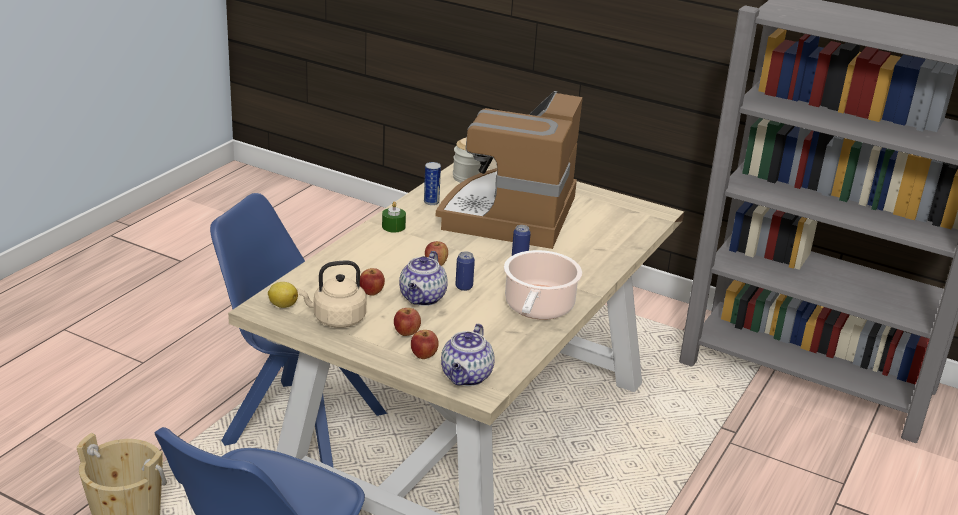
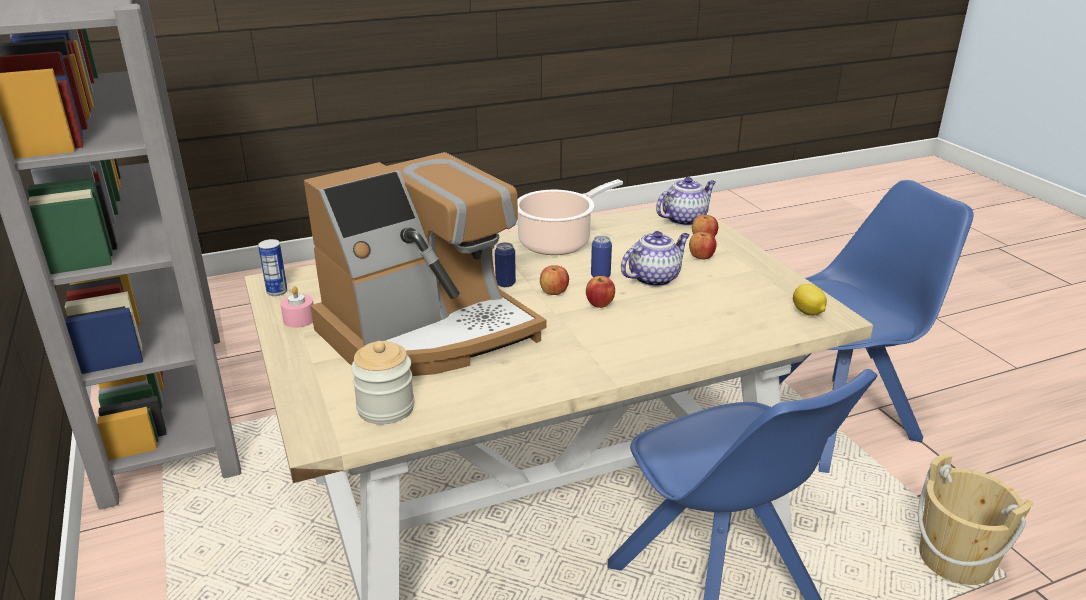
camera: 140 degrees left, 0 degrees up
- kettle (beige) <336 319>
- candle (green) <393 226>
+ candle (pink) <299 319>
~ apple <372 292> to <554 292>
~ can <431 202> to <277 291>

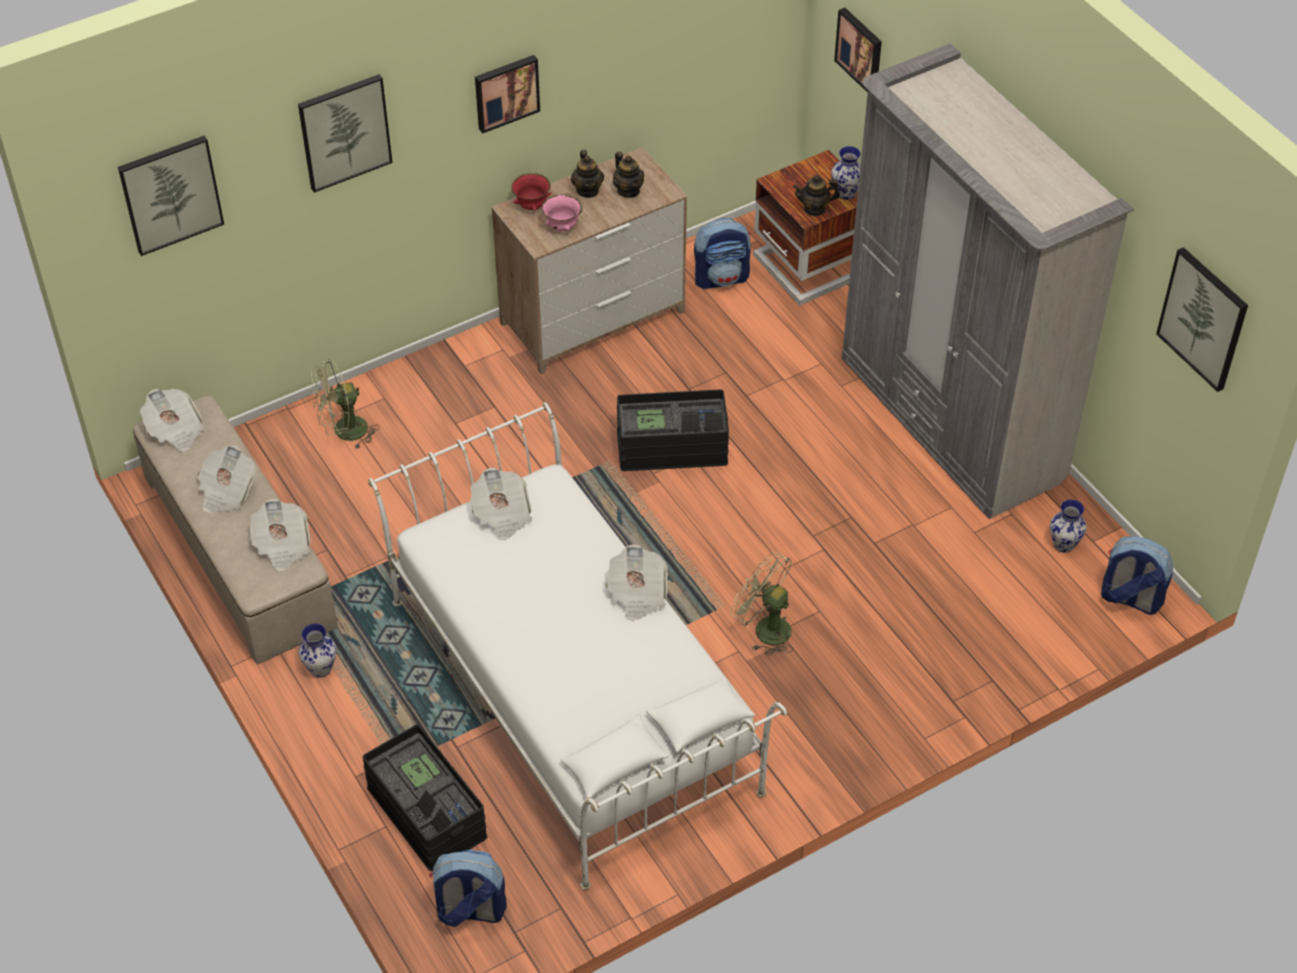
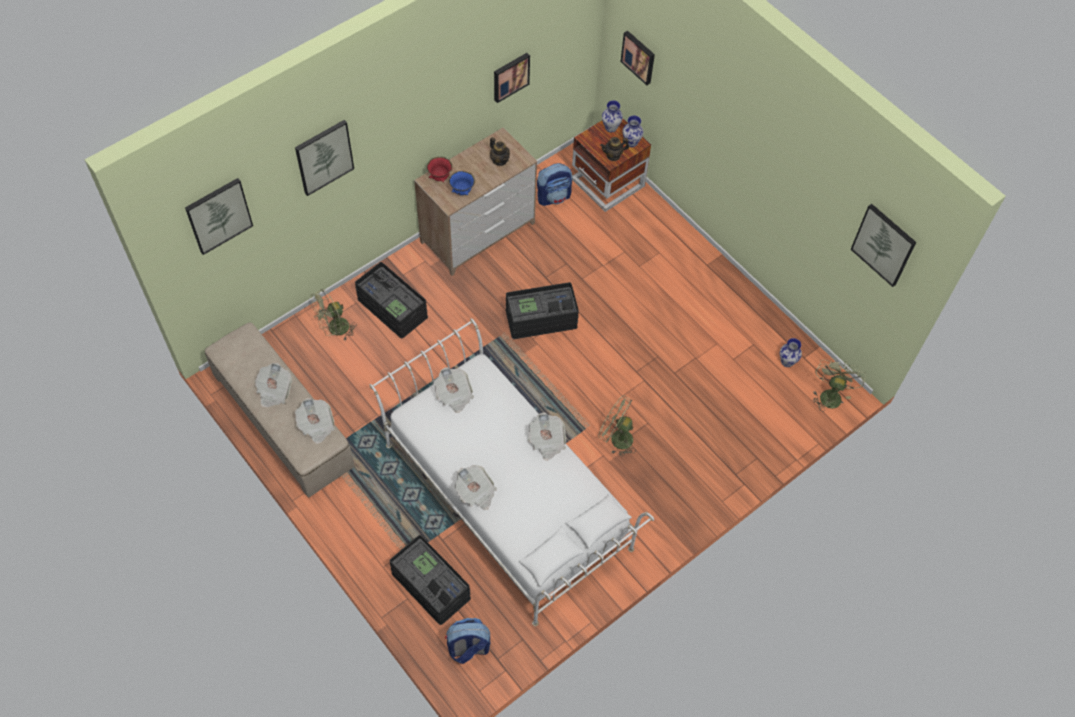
camera: 10 degrees left, 10 degrees up
- teapot <588 190>
- wardrobe (grey) <950 420>
+ storage box (black) <391 308>
~ newspaper <175 430> to <476 492>
~ vase <320 669> to <610 128>
~ picture <506 92> to <510 76>
~ backpack <1129 599> to fan (green) <830 394>
~ bowl (pink) <562 227> to bowl (blue) <462 191>

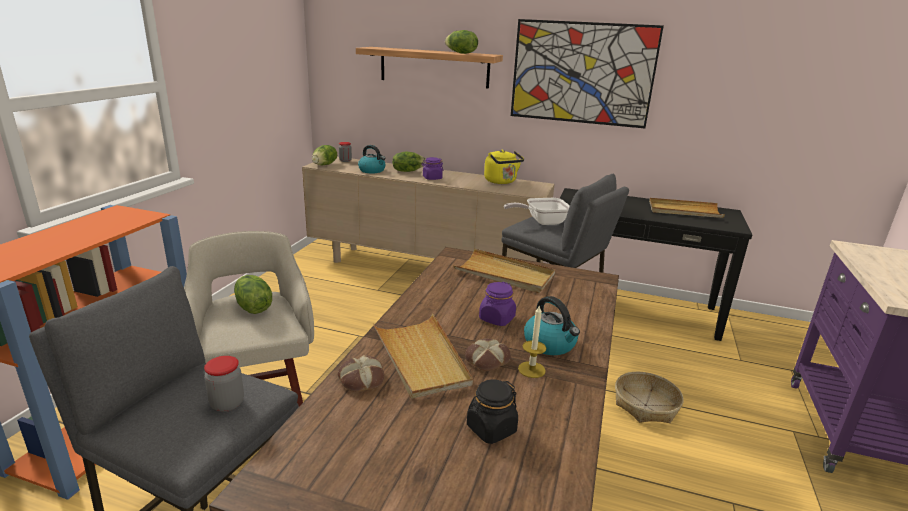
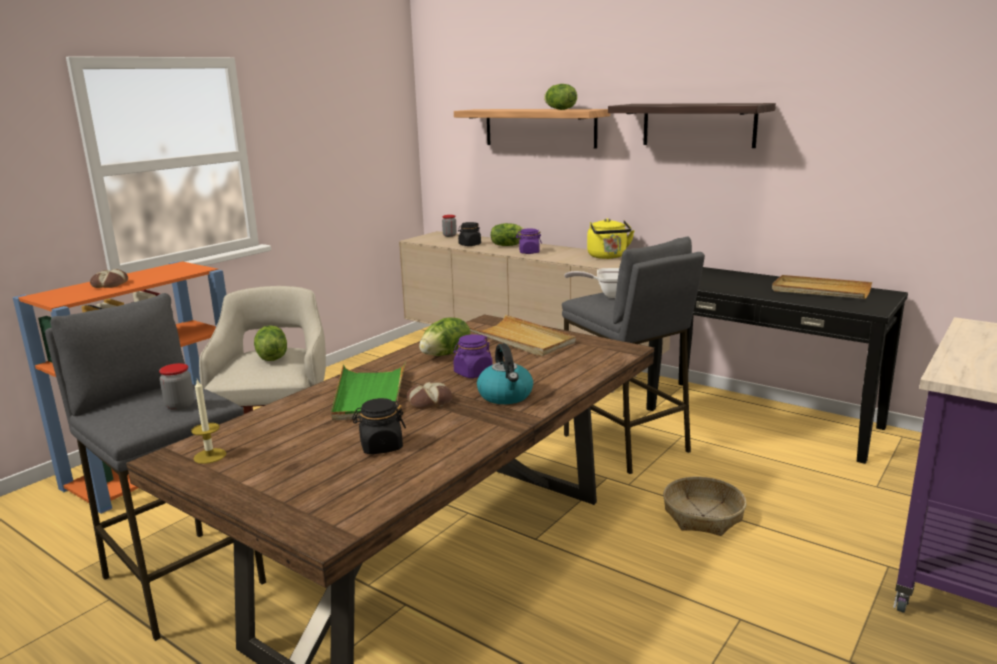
camera: 20 degrees right, 5 degrees down
~ lettuce <325 165> to <446 354>
~ bread <361 379> to <109 284>
~ candle <531 369> to <210 456>
~ kettle <372 170> to jar (black) <469 245>
~ picture <582 73> to shelf <698 125>
~ tray (beige) <421 358> to tray (green) <369 395>

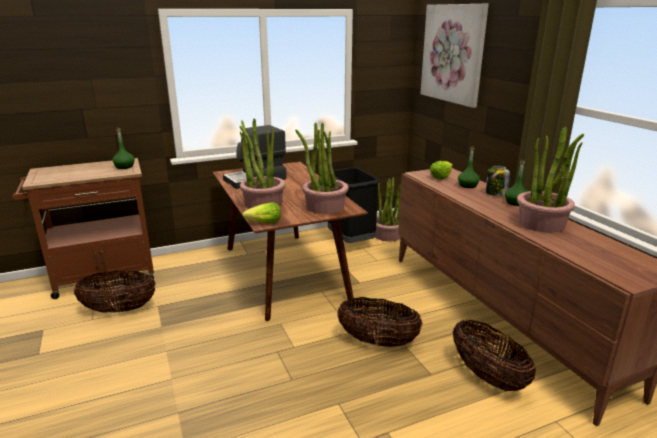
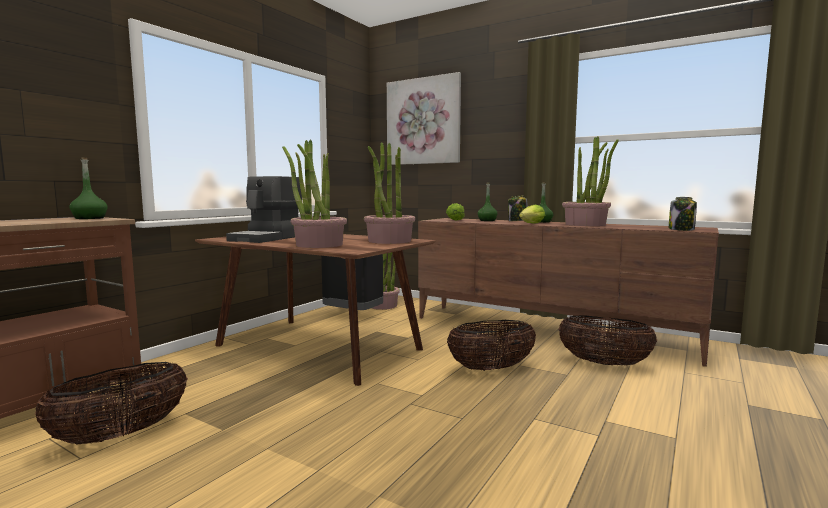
camera: 35 degrees left, 15 degrees down
+ jar <681 229>
~ lettuce <264 223> to <531 224>

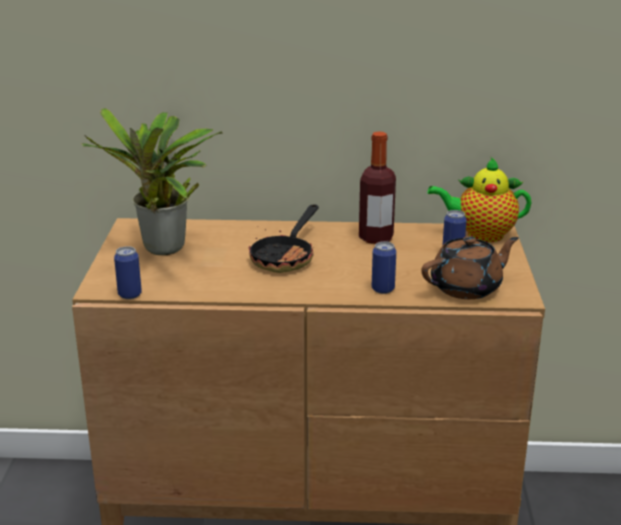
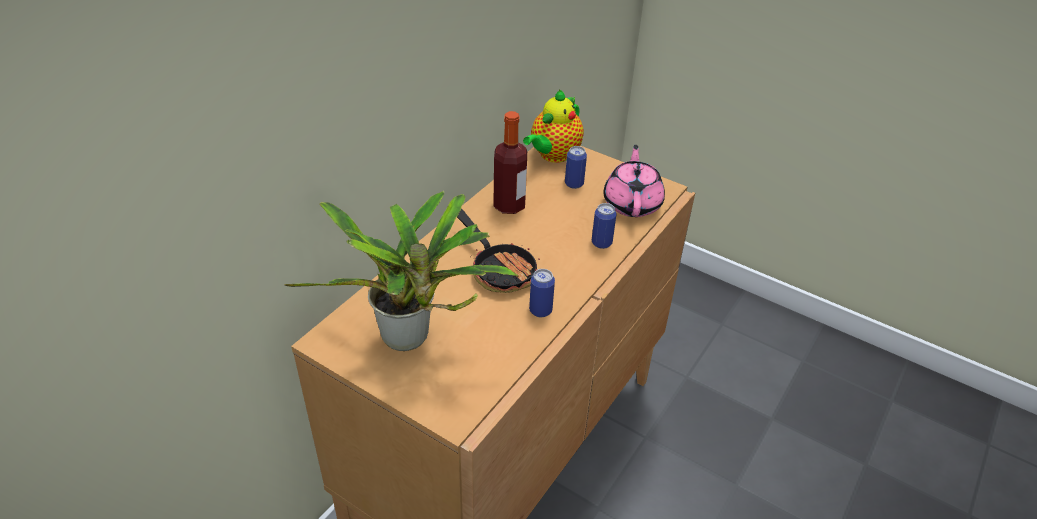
camera: 60 degrees left, 15 degrees up
~ can <130 294> to <540 310>
~ teapot (brown) <467 288> to teapot (pink) <632 203>

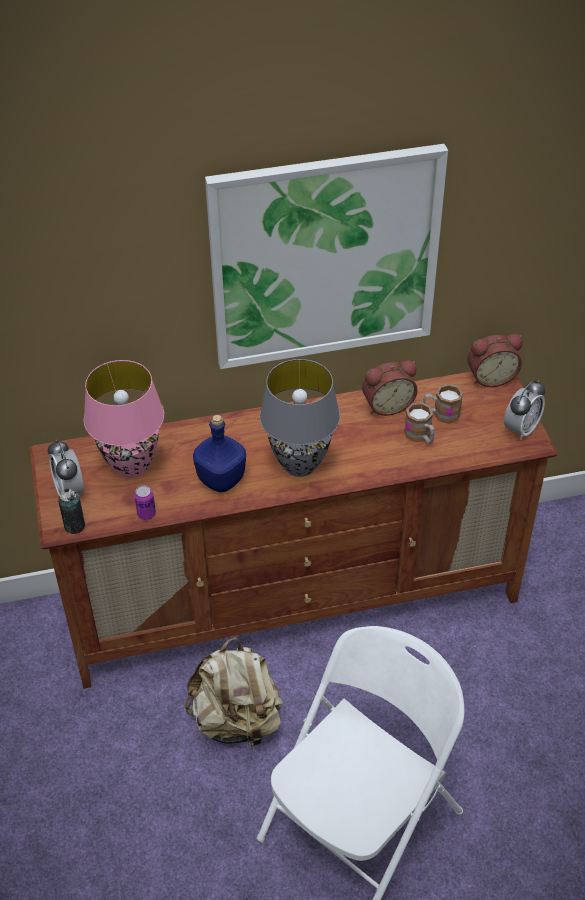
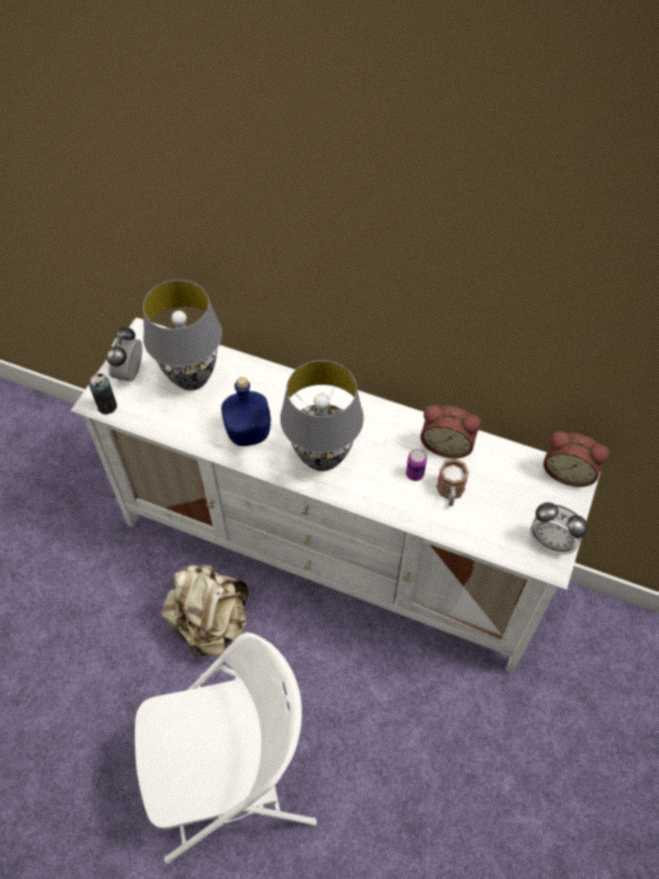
camera: 35 degrees right, 10 degrees up
- picture <325 258>
- mug <441 414>
~ can <146 514> to <414 474>
~ dresser (brown) <294 601> to dresser (white) <330 552>
~ table lamp (pink) <130 466> to table lamp (grey) <191 378>
~ alarm clock <521 429> = <551 542> 45 degrees clockwise

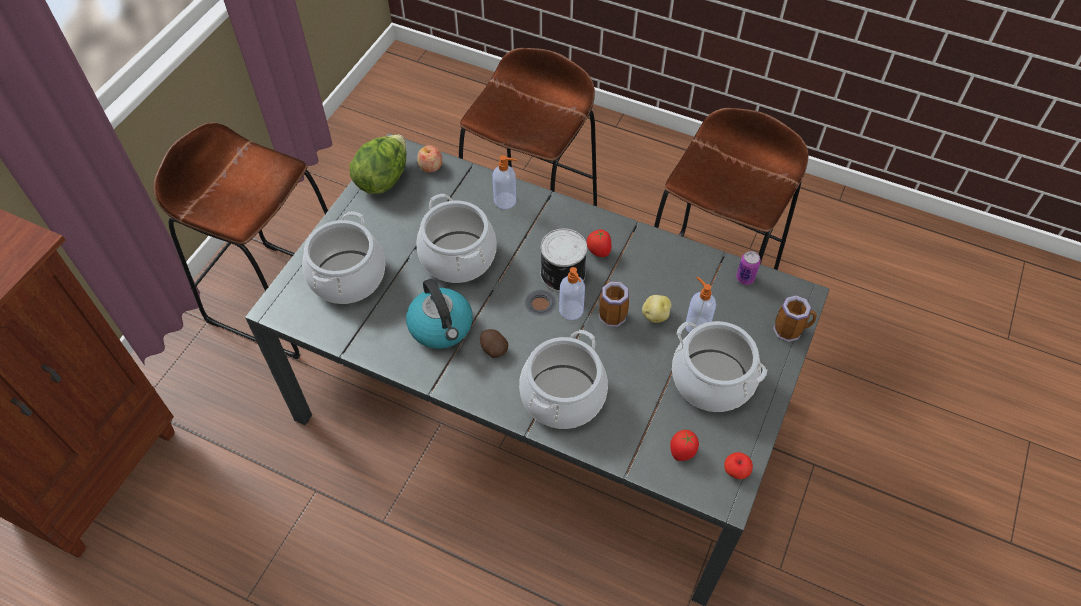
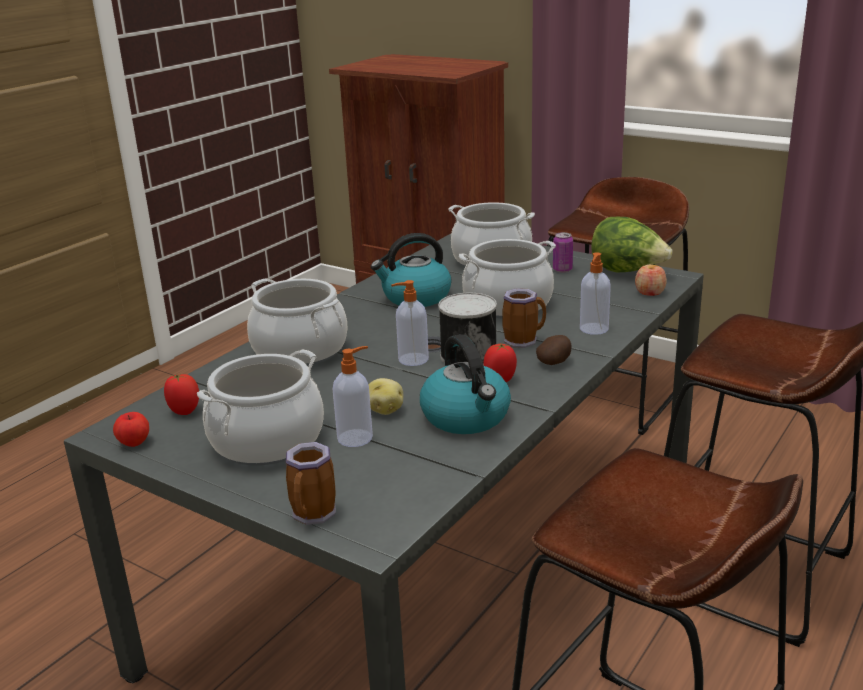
camera: 100 degrees right, 30 degrees down
+ kettle <467 417>
~ potato <493 348> to <555 362>
~ mug <610 314> to <523 340>
~ can <745 278> to <562 270>

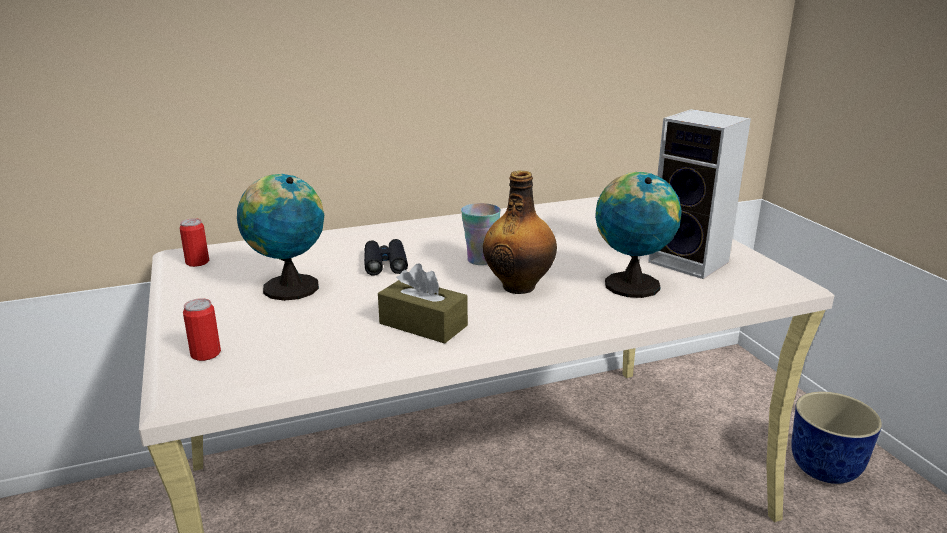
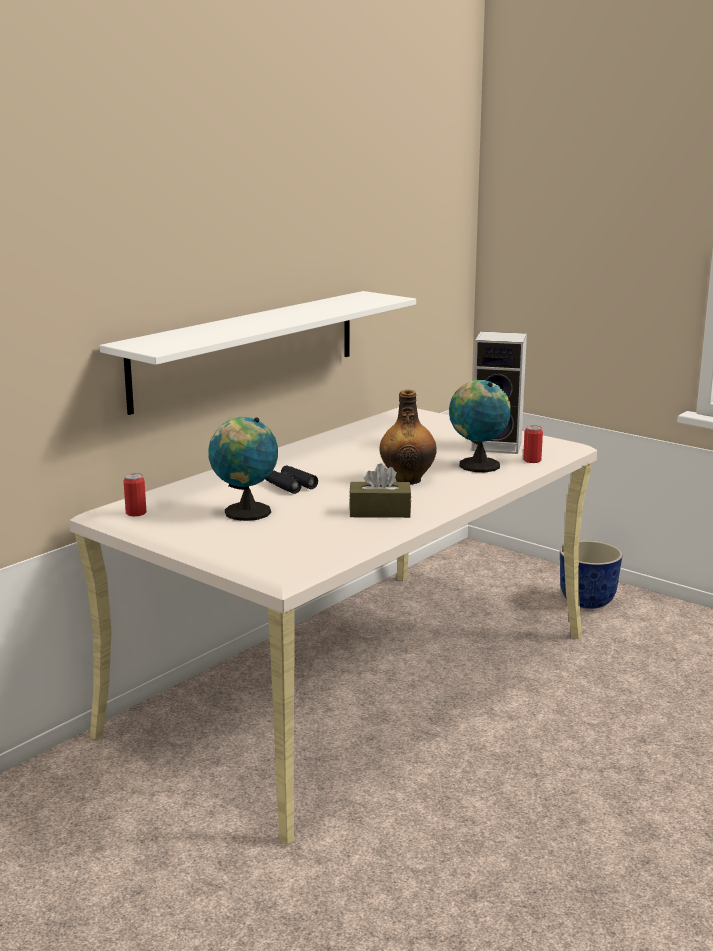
camera: 30 degrees left, 5 degrees down
- cup <480 260>
+ shelf (white) <247 348>
~ can <205 354> to <532 460>

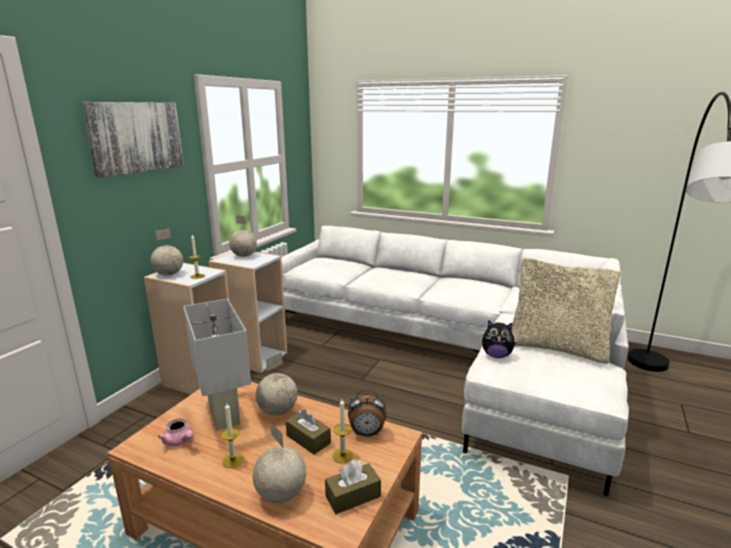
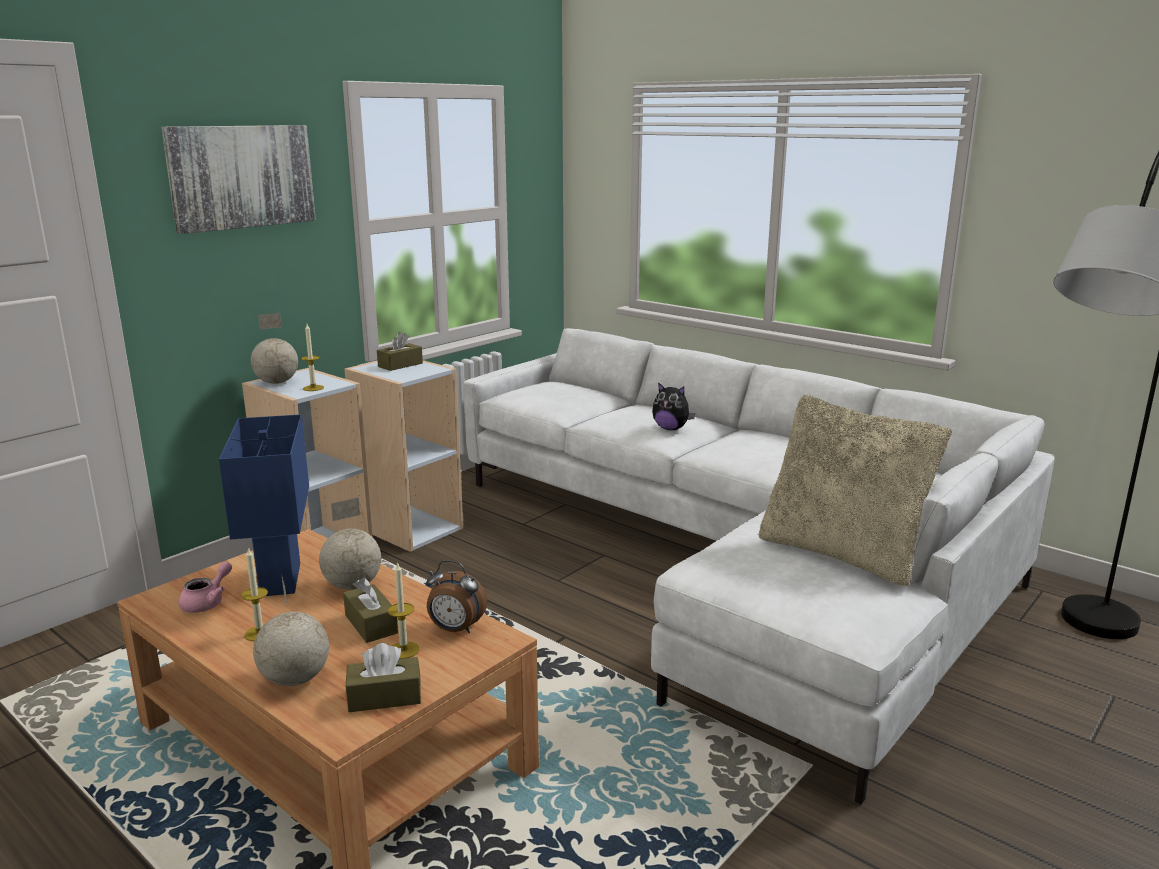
camera: 15 degrees right, 0 degrees up
~ plush toy <496 355> to <671 428>
~ globe <244 256> to tissue box (brown) <400 365>
~ table lamp (white) <224 415> to table lamp (blue) <280 580>
~ teapot (pink) <180 441> = <208 602> 120 degrees counterclockwise

